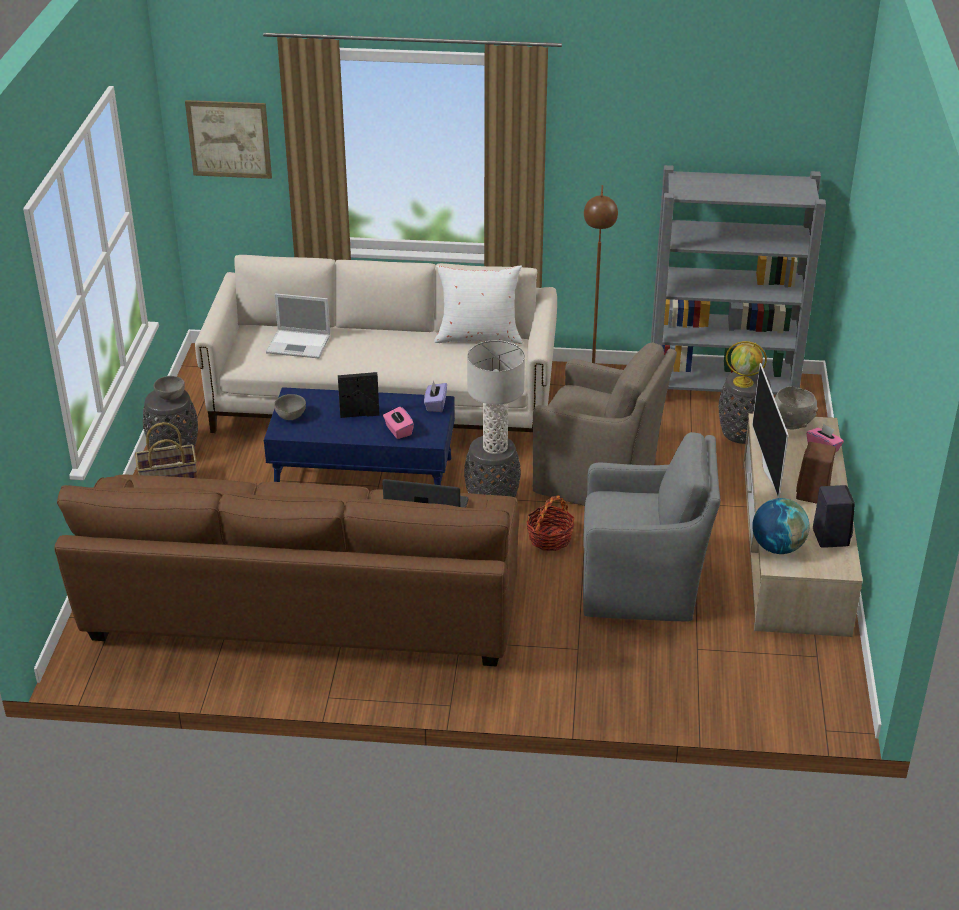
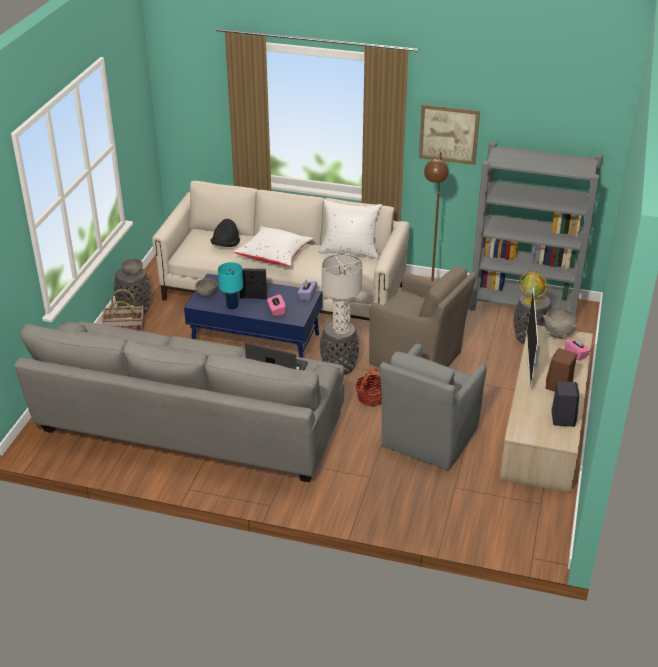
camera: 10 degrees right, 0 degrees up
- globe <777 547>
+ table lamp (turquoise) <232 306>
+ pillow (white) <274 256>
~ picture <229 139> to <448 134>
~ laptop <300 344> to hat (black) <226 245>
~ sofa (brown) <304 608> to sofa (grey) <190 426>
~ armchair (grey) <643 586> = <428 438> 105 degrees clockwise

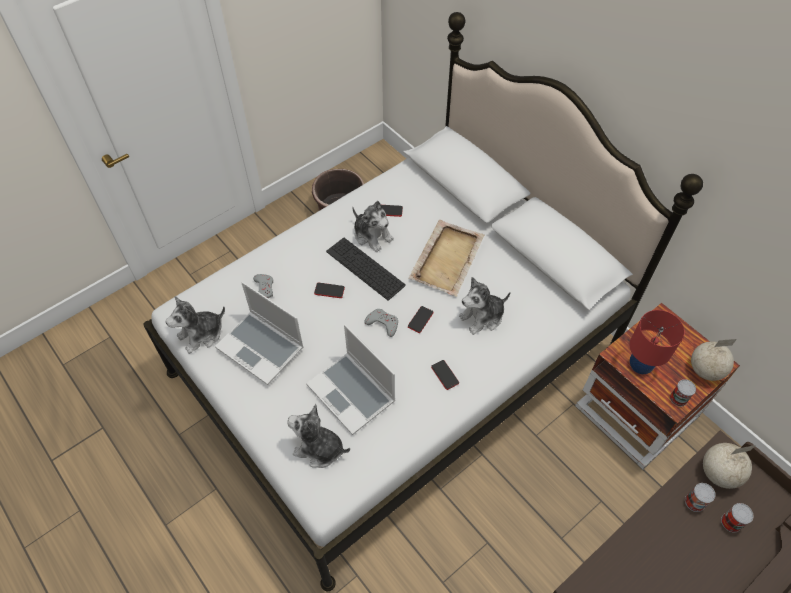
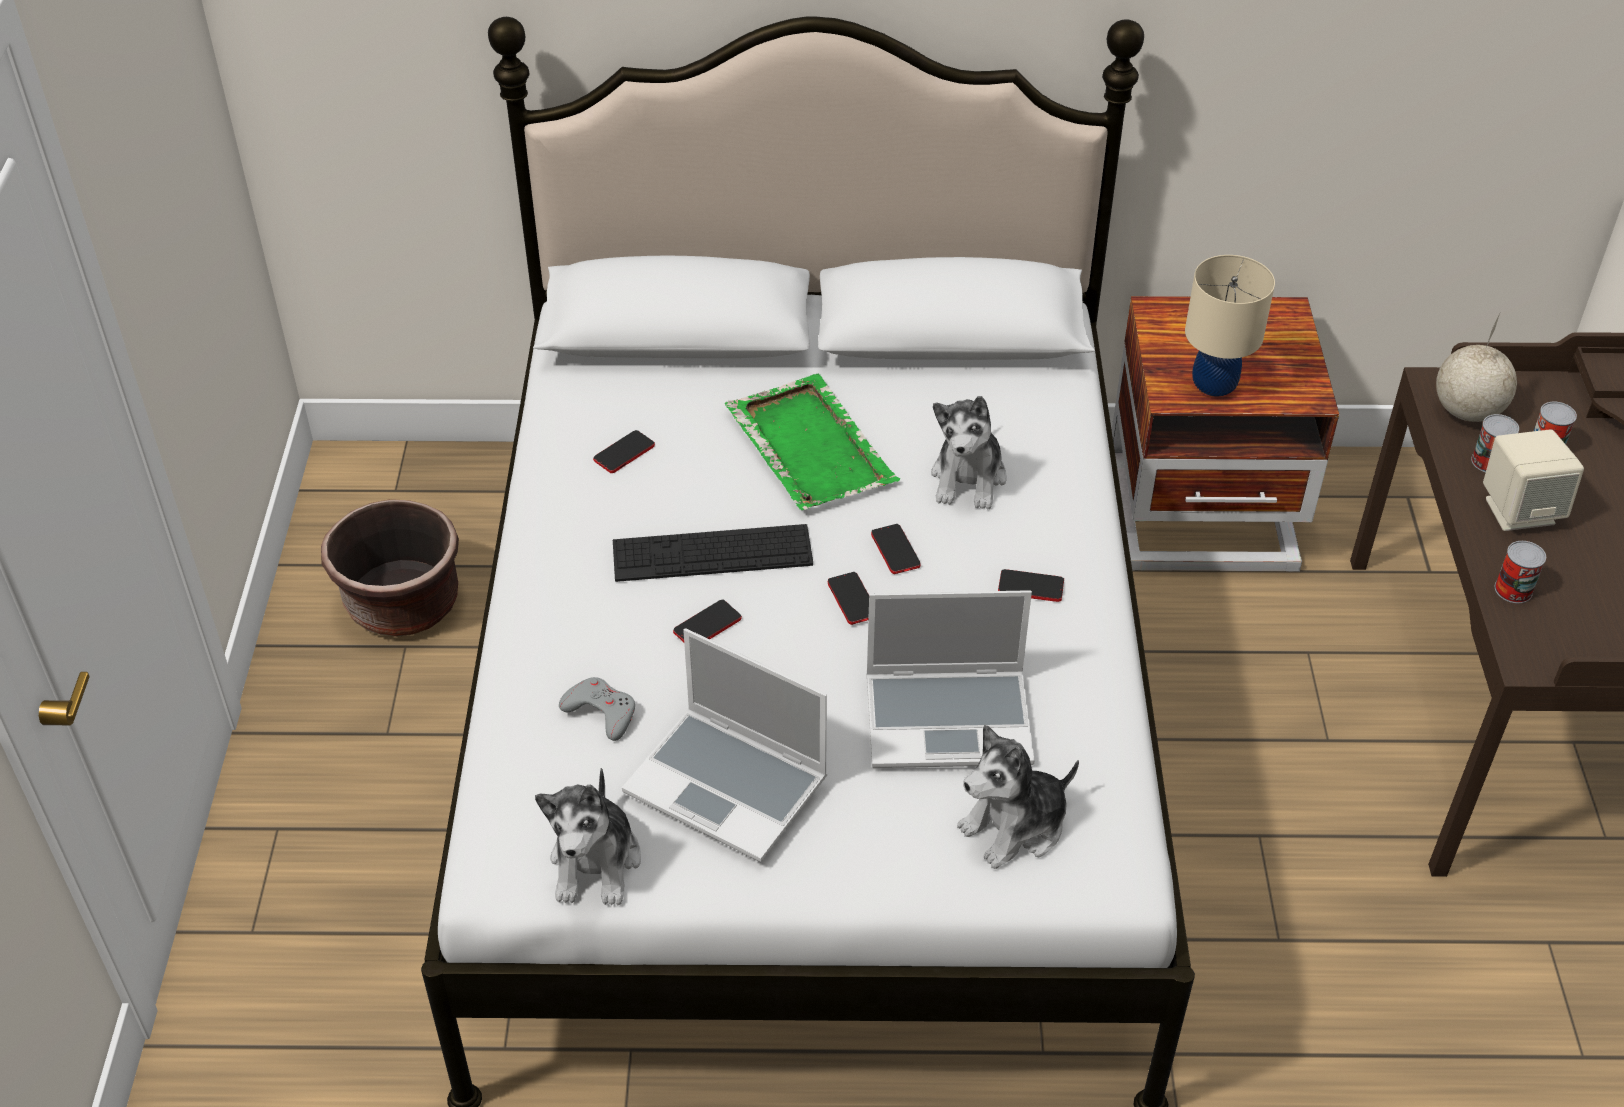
camera: 50 degrees left, 10 degrees down
- plush toy <372 235>
- globe <705 370>
+ speaker (beige) <1519 510>
~ can <678 398> to <1513 590>
~ game controller (grey) <382 323> to phone <852 599>
~ tray (beige) <447 258> to tray (green) <809 446>
~ table lamp (red) <639 365> to table lamp (beige) <1211 386>
~ laptop <262 348> = <729 785> 45 degrees clockwise

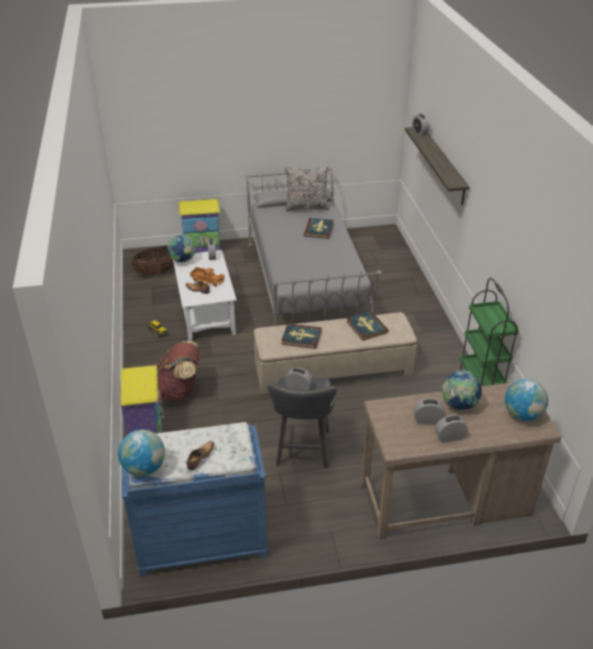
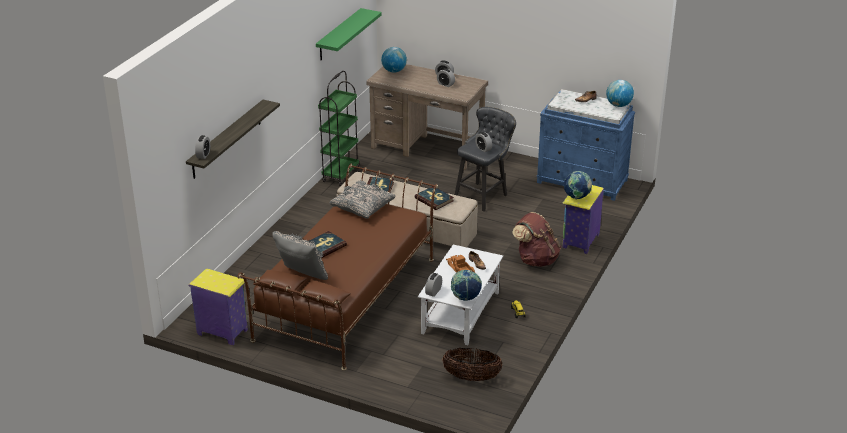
camera: 145 degrees left, 5 degrees down
+ shelf (green) <339 35>
+ pillow (grey) <362 208>
~ nightstand <203 250> to <222 331>
~ globe <458 405> to <577 197>
~ bed (grey) <305 287> to bed (brown) <346 299>

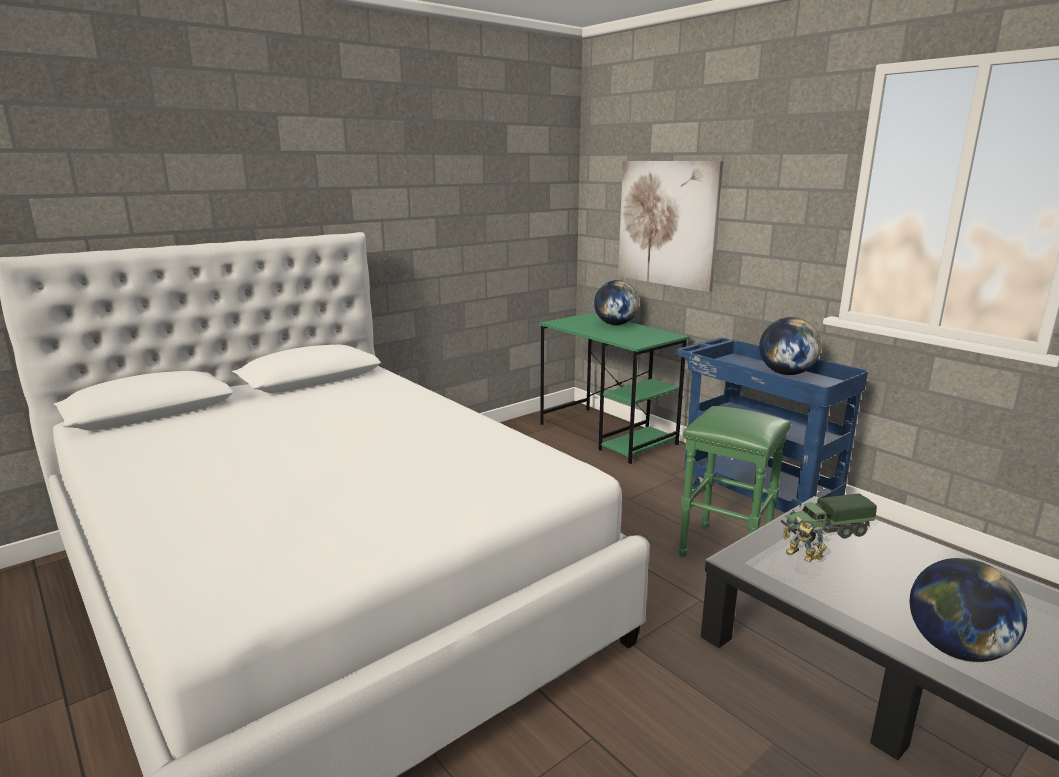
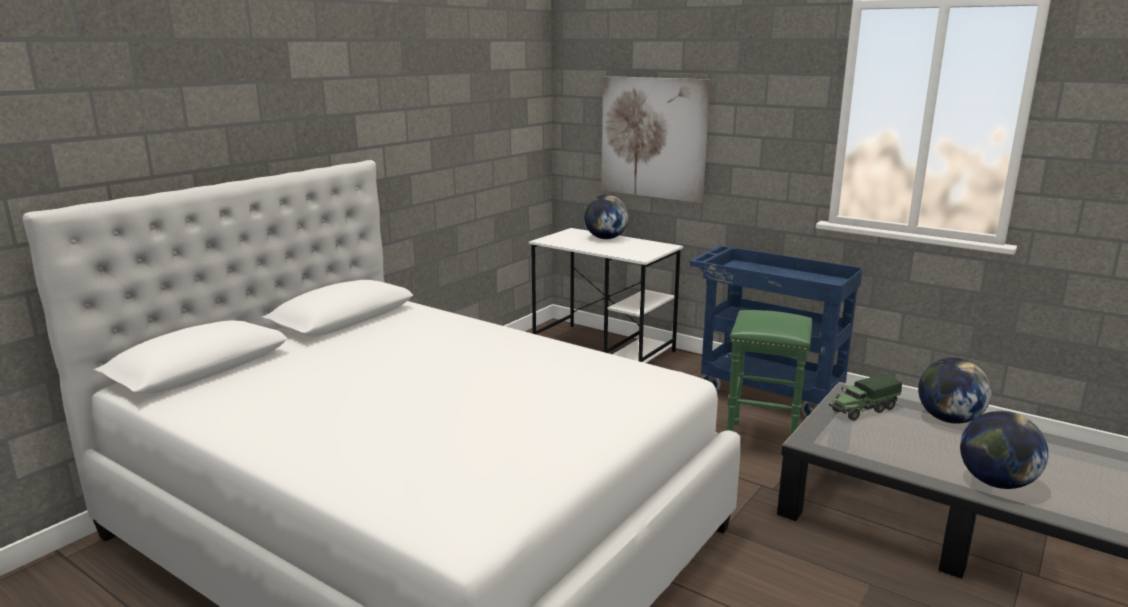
camera: 15 degrees left, 0 degrees up
- toy robot <800 556>
~ globe <786 373> to <948 419>
~ desk (green) <607 434> to desk (white) <604 348>

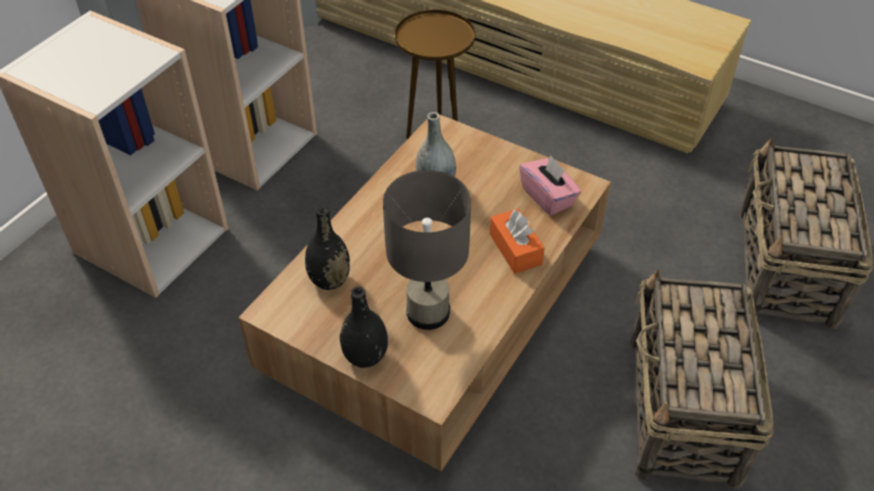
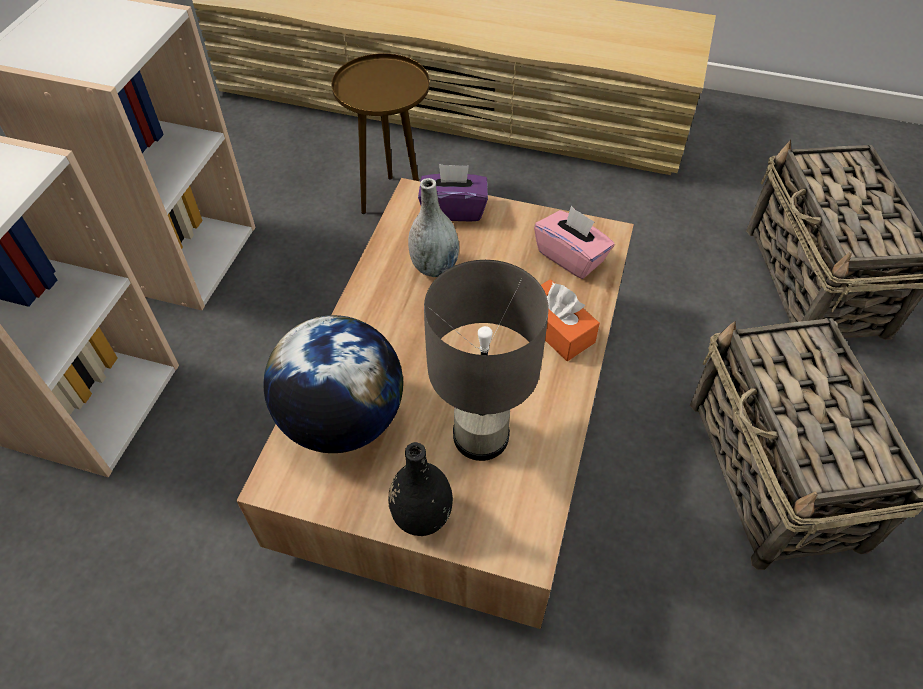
camera: 15 degrees left, 5 degrees up
+ tissue box (purple) <453 209>
~ vase (black) <329 280> to globe <342 420>

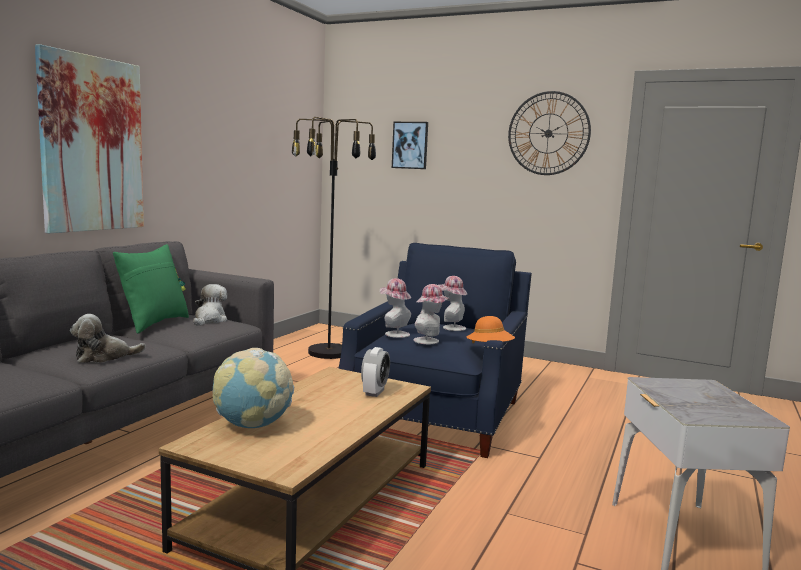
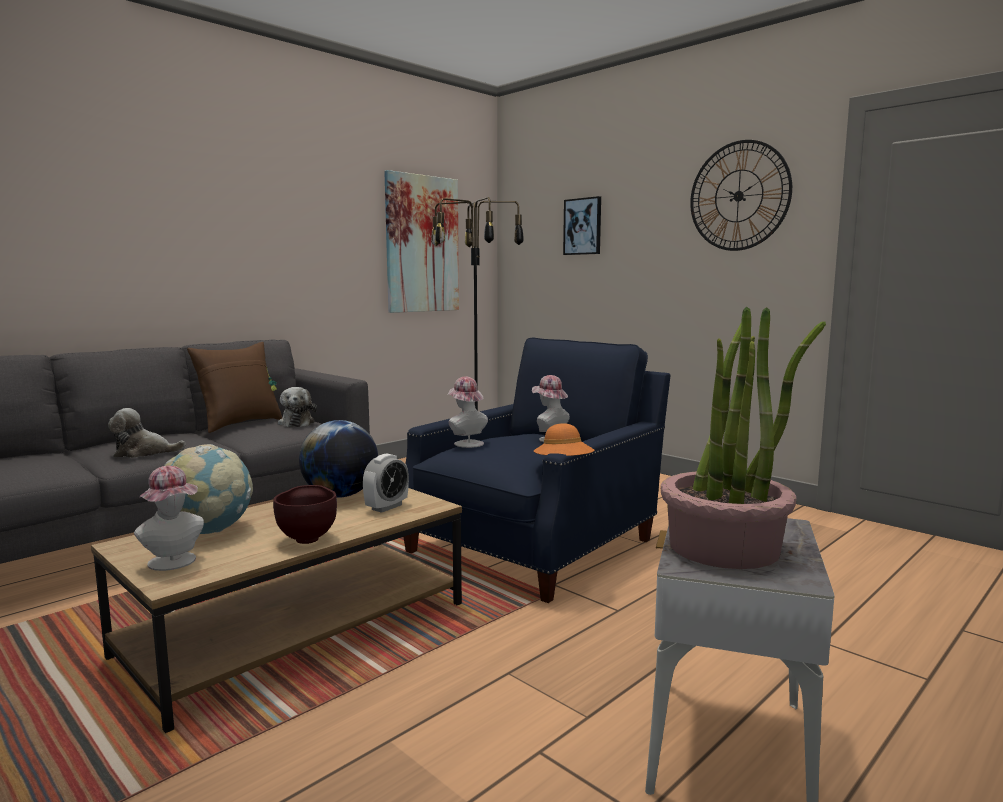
camera: 20 degrees right, 0 degrees up
+ bowl (brown) <307 538>
+ globe <340 495>
+ potted plant <725 547>
~ picture <92 144> to <422 244>
~ hat <429 341> to <174 563>
~ pillow (green) <154 324> to pillow (brown) <240 425>
~ plush toy <209 320> = <296 423> 135 degrees clockwise

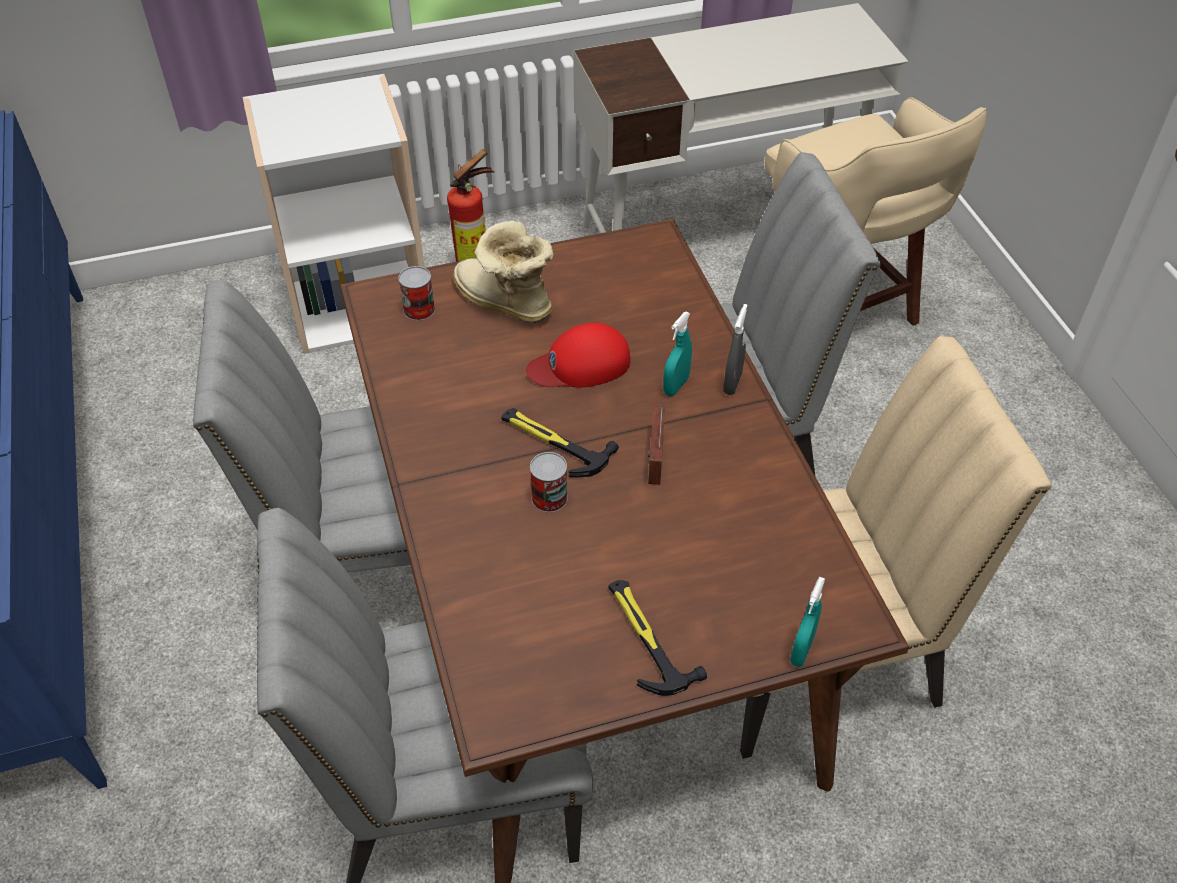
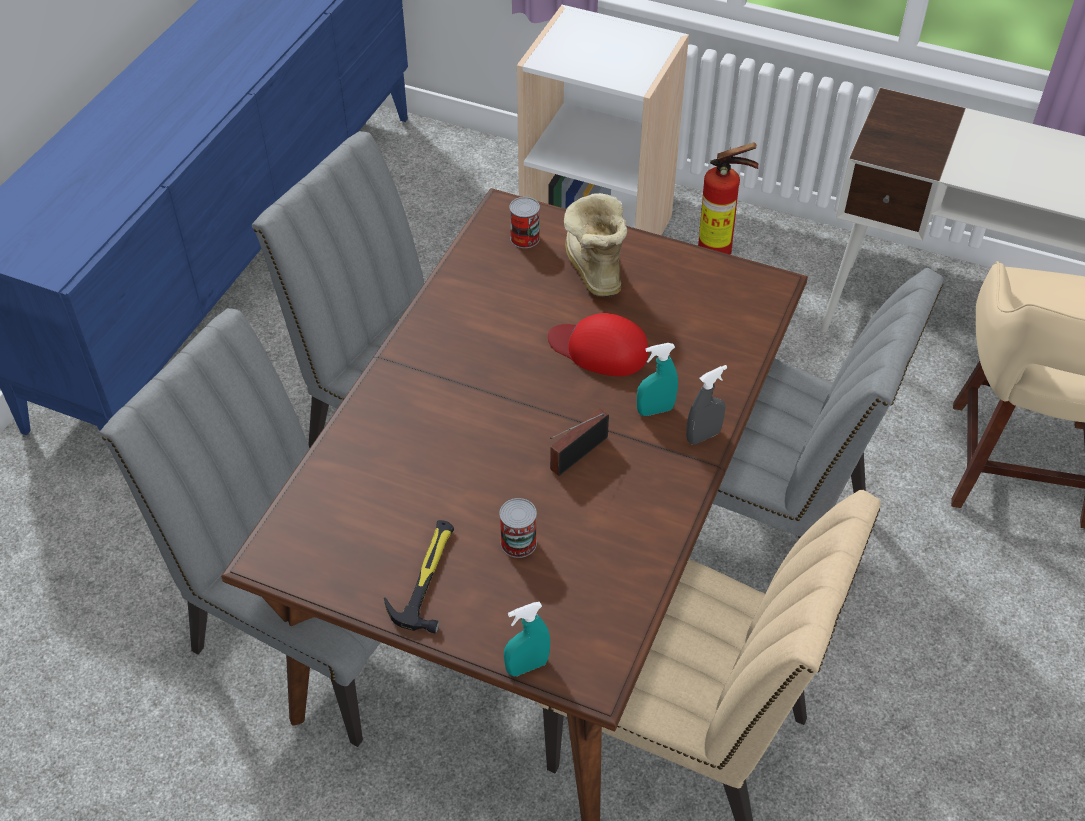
camera: 40 degrees right, 0 degrees up
- hammer <553 442>
~ can <549 498> to <518 542>

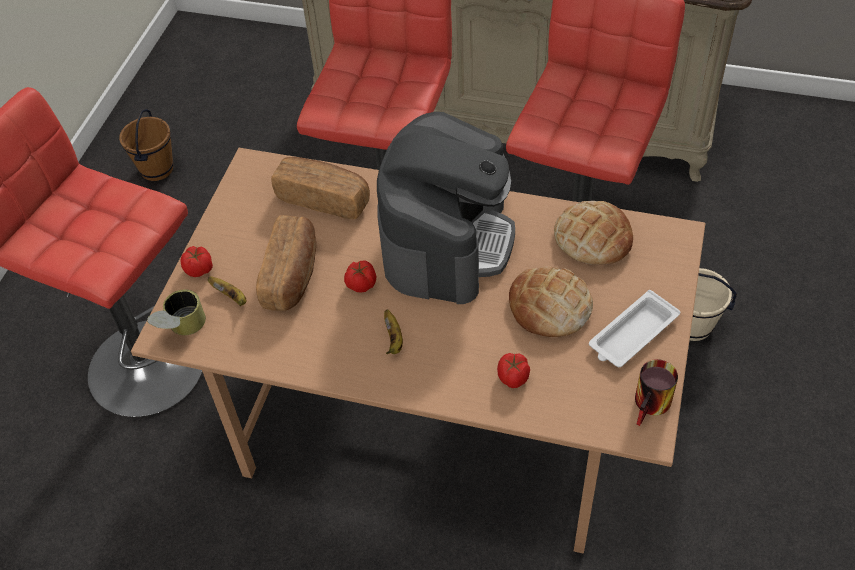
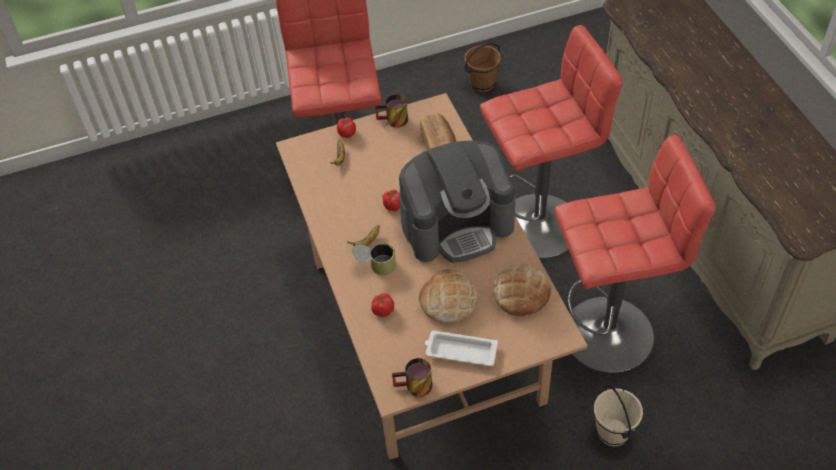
camera: 55 degrees right, 0 degrees up
- bread <292 275>
+ mug <393 121>
~ can <181 329> to <375 266>

